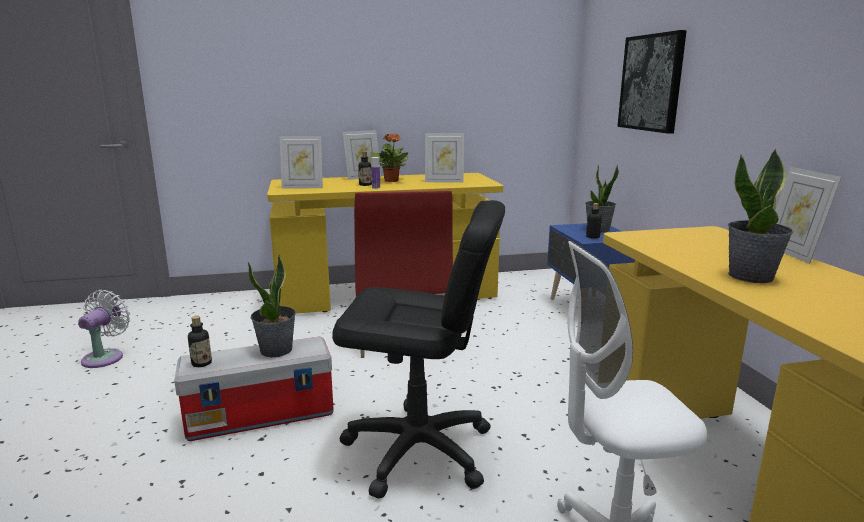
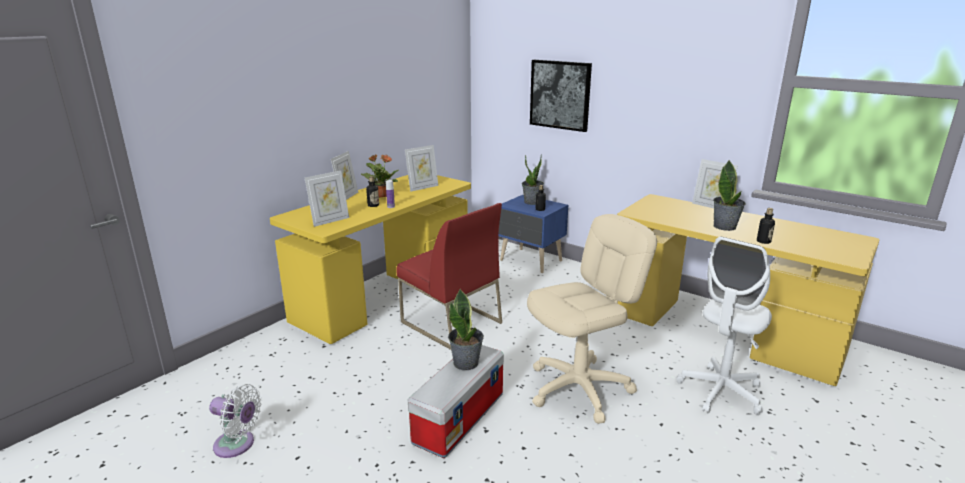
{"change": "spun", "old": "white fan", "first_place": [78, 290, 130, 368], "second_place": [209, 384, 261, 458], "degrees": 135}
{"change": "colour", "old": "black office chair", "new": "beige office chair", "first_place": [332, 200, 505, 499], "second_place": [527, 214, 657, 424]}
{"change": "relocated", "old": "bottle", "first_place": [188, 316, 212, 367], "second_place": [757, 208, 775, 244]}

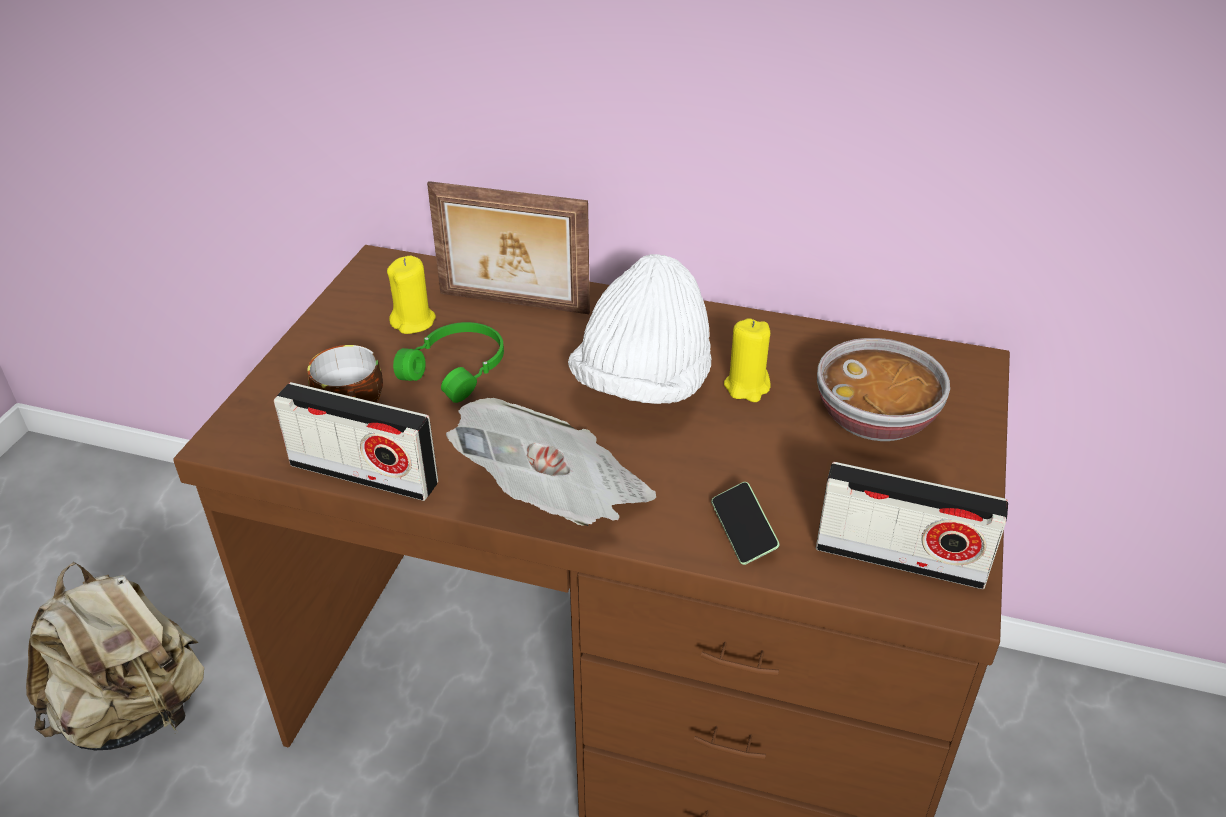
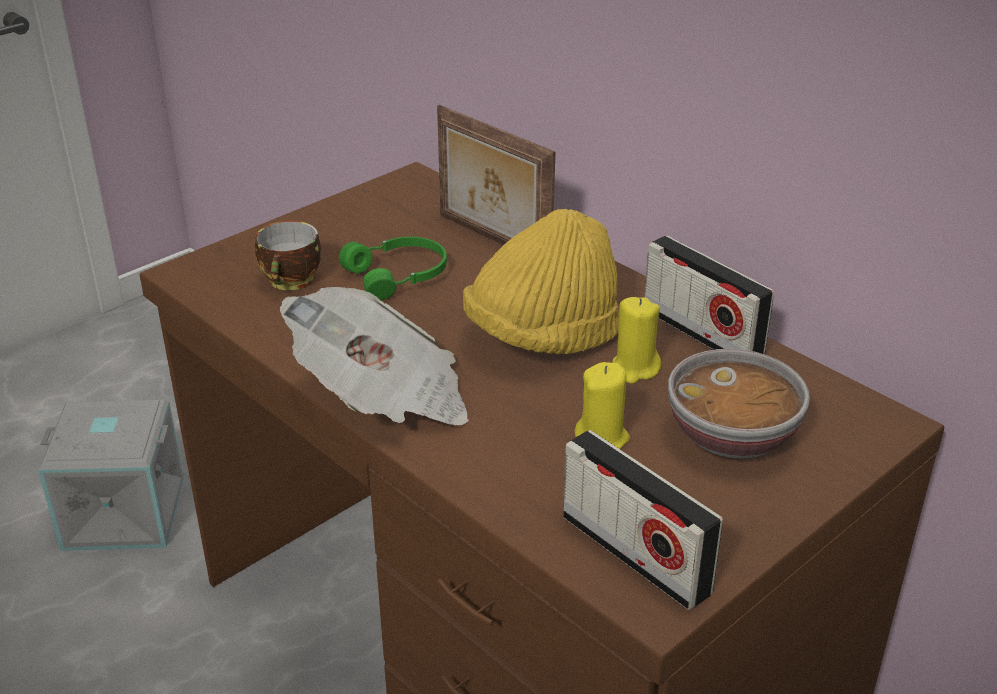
{"change": "exchanged", "old": "beige backpack", "new": "grey storage box", "first_place": [26, 562, 204, 750], "second_place": [38, 400, 184, 551]}
{"change": "colour", "old": "white hat", "new": "yellow hat", "first_place": [568, 254, 711, 404], "second_place": [463, 209, 619, 354]}
{"change": "relocated", "old": "yellow candle", "first_place": [387, 256, 436, 334], "second_place": [575, 362, 630, 449]}
{"change": "relocated", "old": "radio", "first_place": [274, 382, 438, 501], "second_place": [644, 236, 774, 354]}
{"change": "missing", "old": "phone", "first_place": [711, 482, 780, 565]}

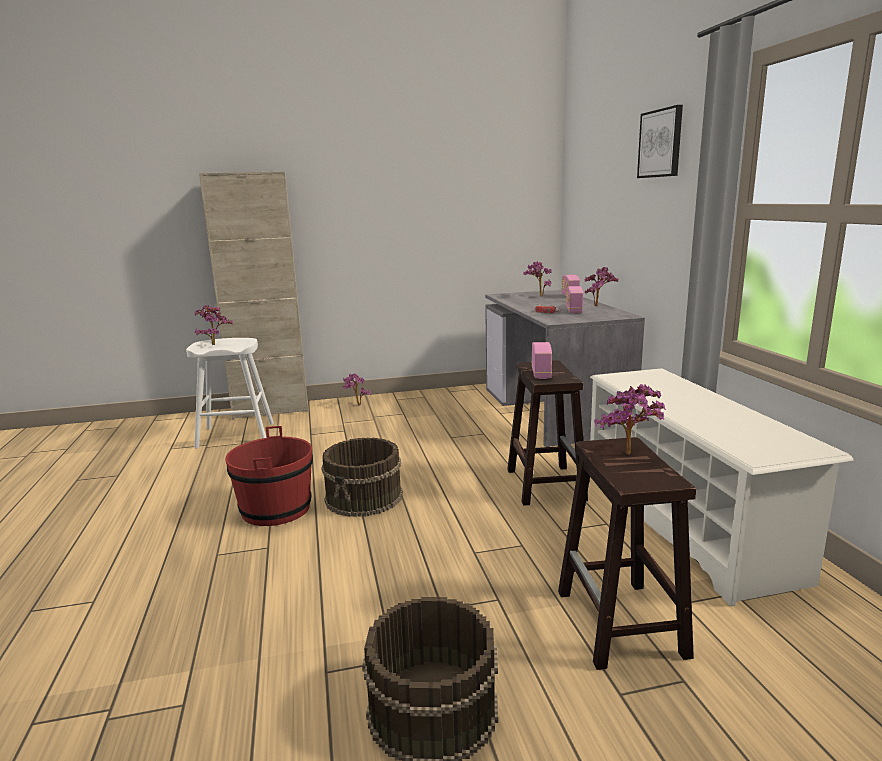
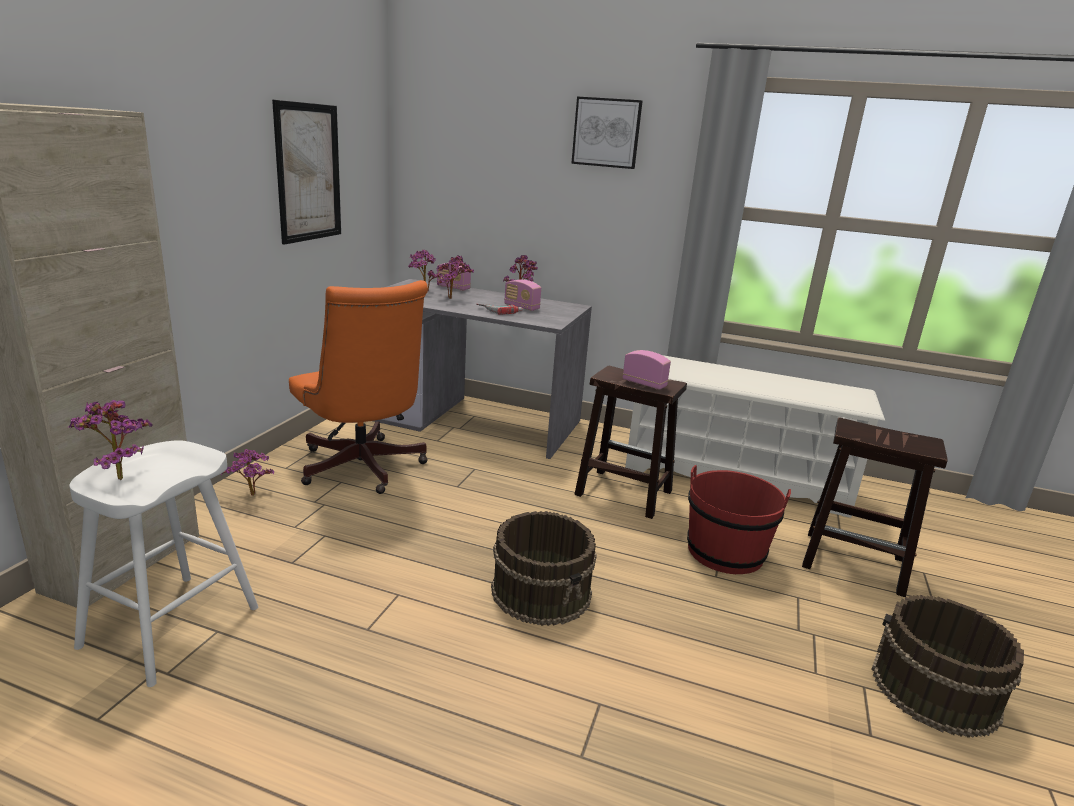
{"change": "appeared", "new": "picture", "second_place": [272, 100, 341, 245]}
{"change": "appeared", "new": "orange office chair", "second_place": [289, 280, 428, 494]}
{"change": "relocated", "old": "potted plant", "first_place": [594, 384, 666, 454], "second_place": [437, 255, 474, 299]}
{"change": "relocated", "old": "red bucket", "first_place": [225, 426, 313, 526], "second_place": [687, 465, 791, 574]}

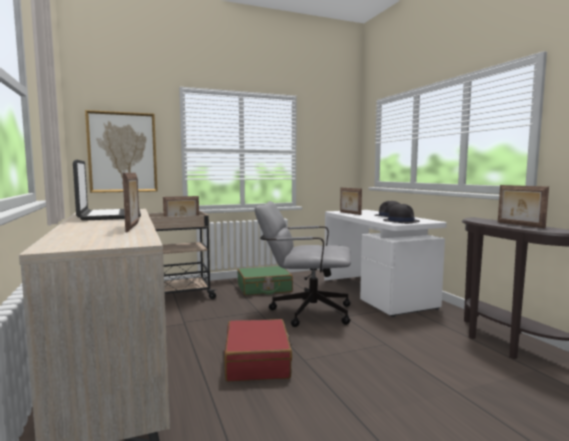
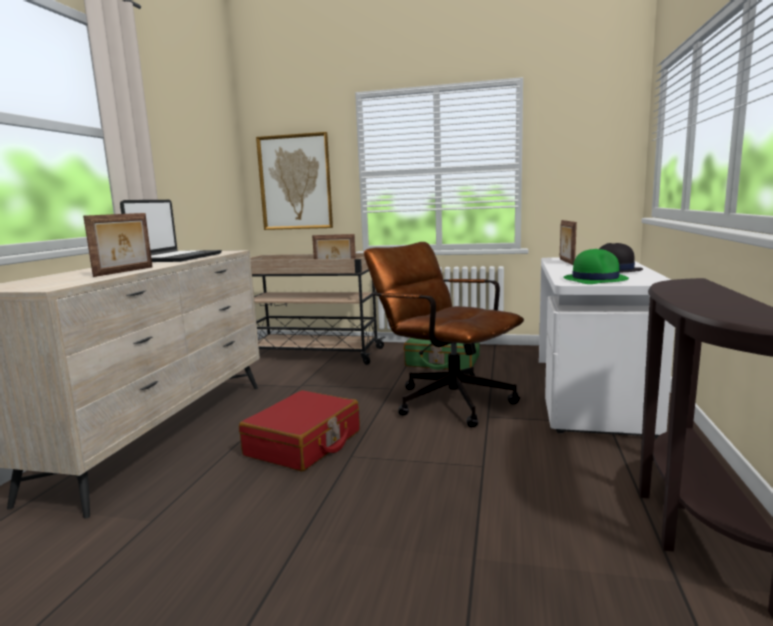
{"change": "colour", "old": "grey office chair", "new": "brown office chair", "first_place": [255, 201, 351, 327], "second_place": [364, 242, 524, 428]}
{"change": "colour", "old": "black hat", "new": "green hat", "first_place": [383, 204, 420, 224], "second_place": [563, 249, 629, 284]}
{"change": "missing", "old": "picture frame", "first_place": [498, 185, 549, 228]}

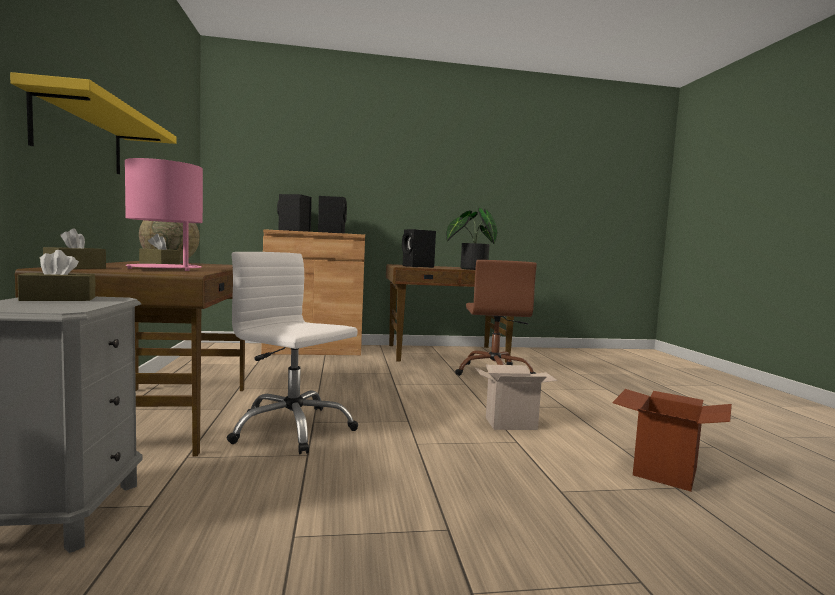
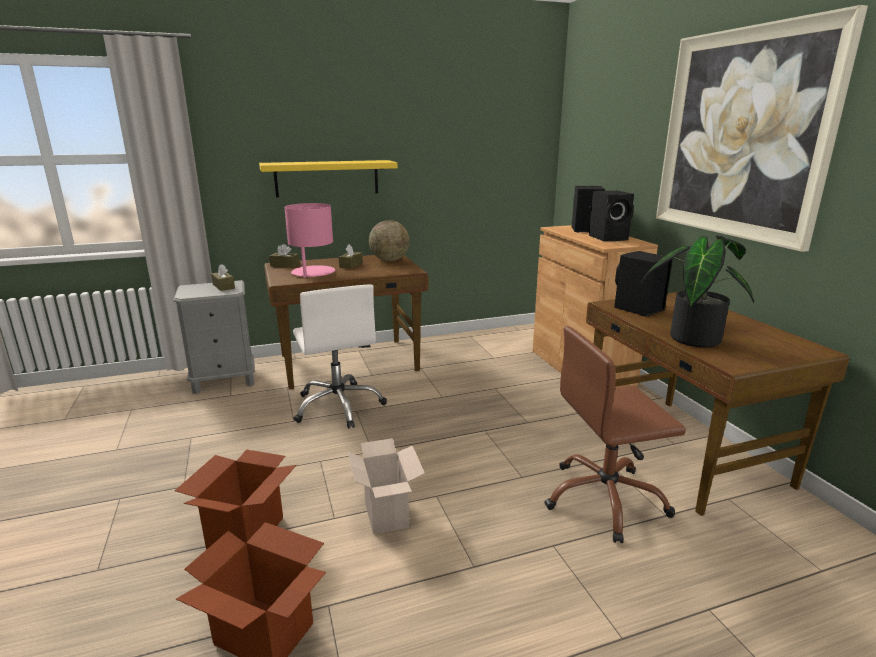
{"change": "appeared", "new": "cardboard box", "second_place": [175, 450, 296, 549]}
{"change": "spun", "old": "white office chair", "first_place": [227, 252, 358, 454], "second_place": [293, 284, 387, 429], "degrees": 135}
{"change": "appeared", "new": "picture", "second_place": [656, 5, 868, 252]}

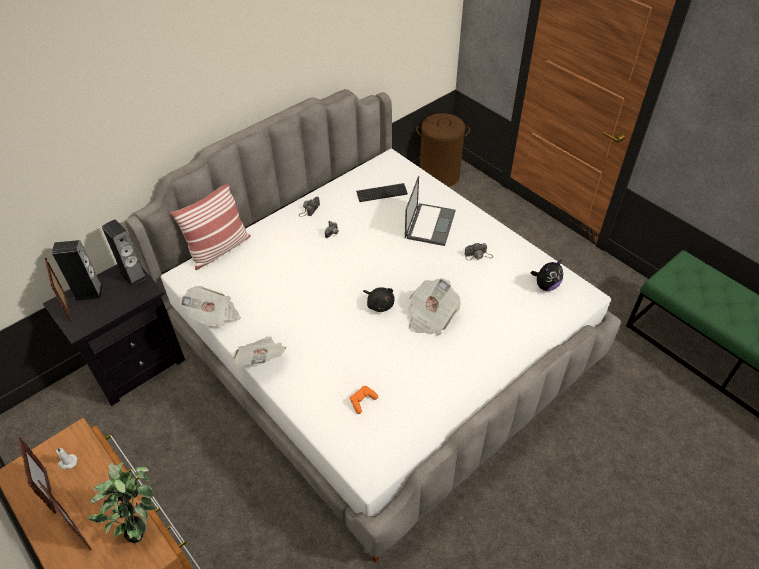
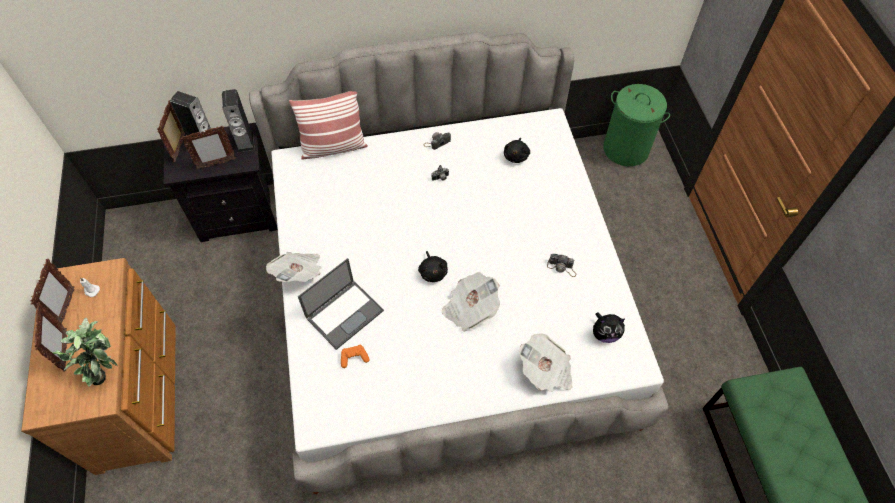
{"change": "appeared", "new": "picture frame", "second_place": [181, 126, 236, 169]}
{"change": "relocated", "old": "laptop", "first_place": [405, 176, 456, 246], "second_place": [298, 258, 384, 350]}
{"change": "exchanged", "old": "keyboard", "new": "black plush toy", "first_place": [356, 183, 408, 202], "second_place": [504, 138, 530, 163]}
{"change": "relocated", "old": "newspaper", "first_place": [179, 286, 241, 327], "second_place": [519, 334, 573, 392]}
{"change": "colour", "old": "brown laundry basket", "new": "green laundry basket", "first_place": [416, 113, 470, 187], "second_place": [603, 84, 670, 166]}

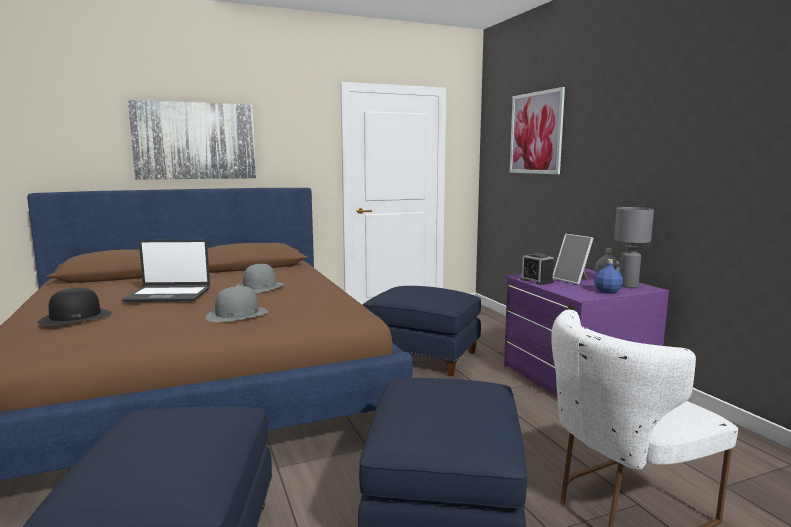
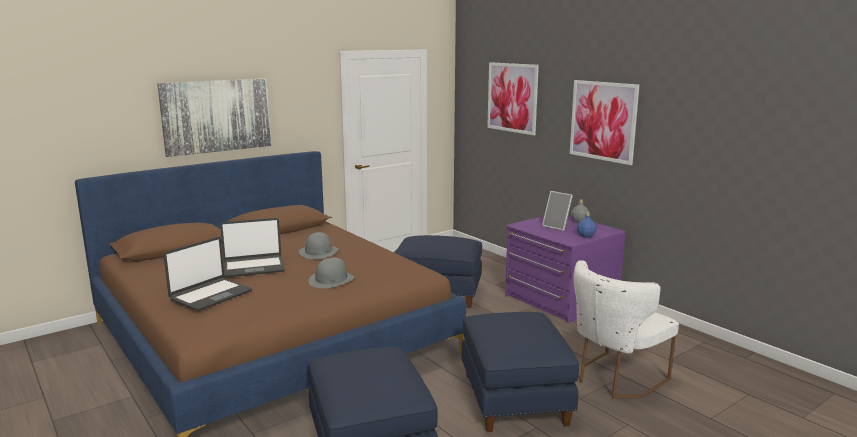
{"change": "exchanged", "old": "black hat", "new": "laptop", "first_place": [38, 288, 112, 326], "second_place": [164, 237, 252, 311]}
{"change": "appeared", "new": "picture", "second_place": [570, 80, 639, 165]}
{"change": "missing", "old": "alarm clock", "first_place": [520, 253, 554, 285]}
{"change": "missing", "old": "grey table lamp", "first_place": [614, 207, 654, 288]}

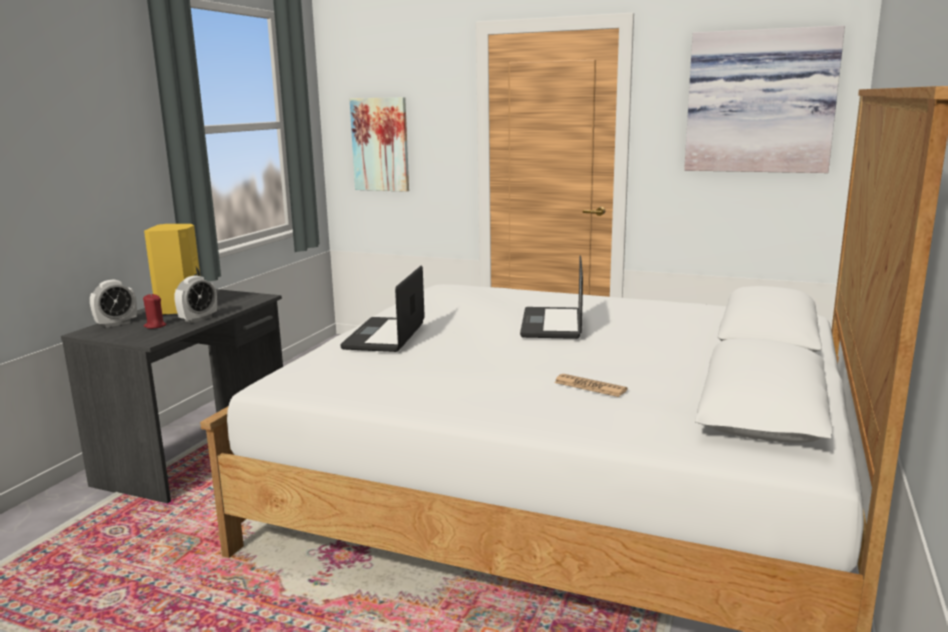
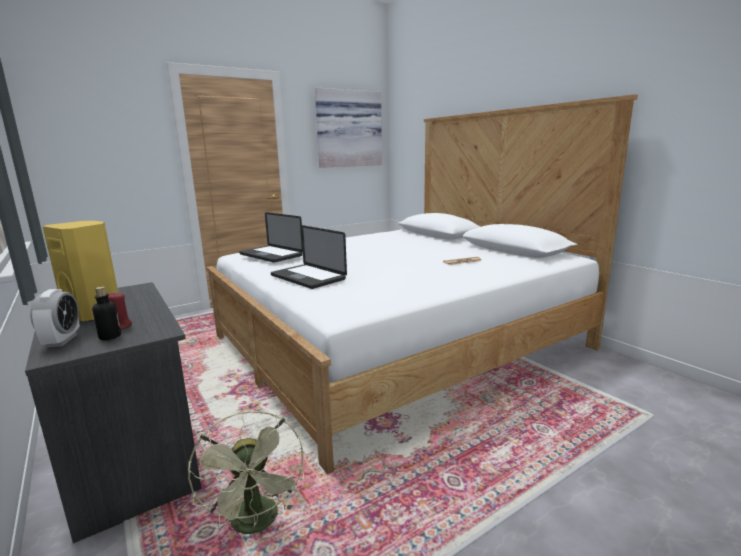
{"change": "appeared", "new": "bottle", "second_place": [92, 287, 121, 340]}
{"change": "appeared", "new": "green fan", "second_place": [188, 411, 304, 534]}
{"change": "relocated", "old": "laptop", "first_place": [520, 256, 583, 339], "second_place": [240, 212, 303, 263]}
{"change": "missing", "old": "alarm clock", "first_place": [175, 275, 217, 323]}
{"change": "missing", "old": "picture", "first_place": [350, 97, 409, 192]}

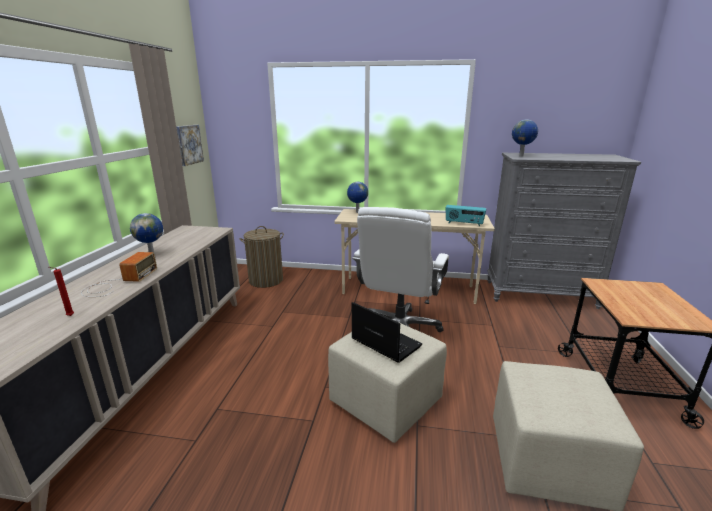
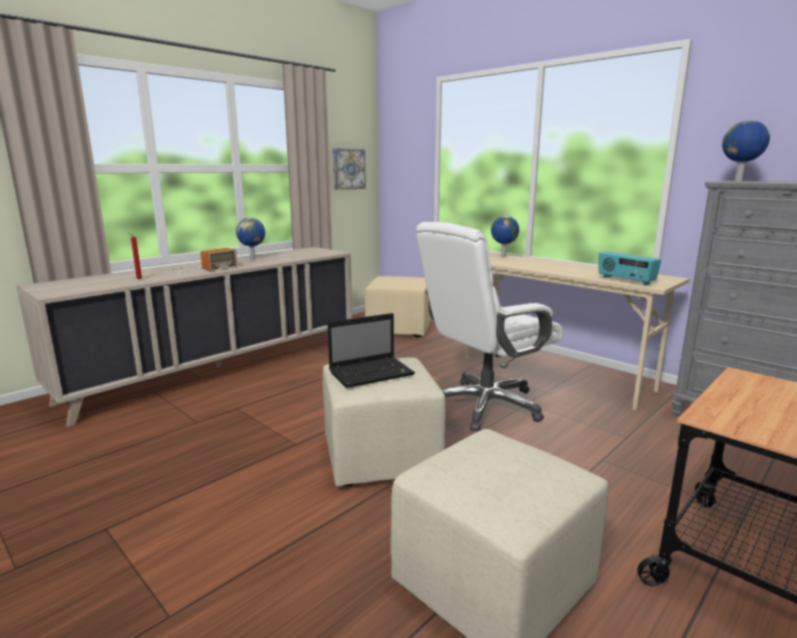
{"change": "spun", "old": "laptop", "first_place": [352, 302, 422, 363], "second_place": [328, 313, 415, 388], "degrees": 75}
{"change": "exchanged", "old": "laundry basket", "new": "beige ottoman", "first_place": [240, 226, 284, 288], "second_place": [364, 276, 431, 337]}

